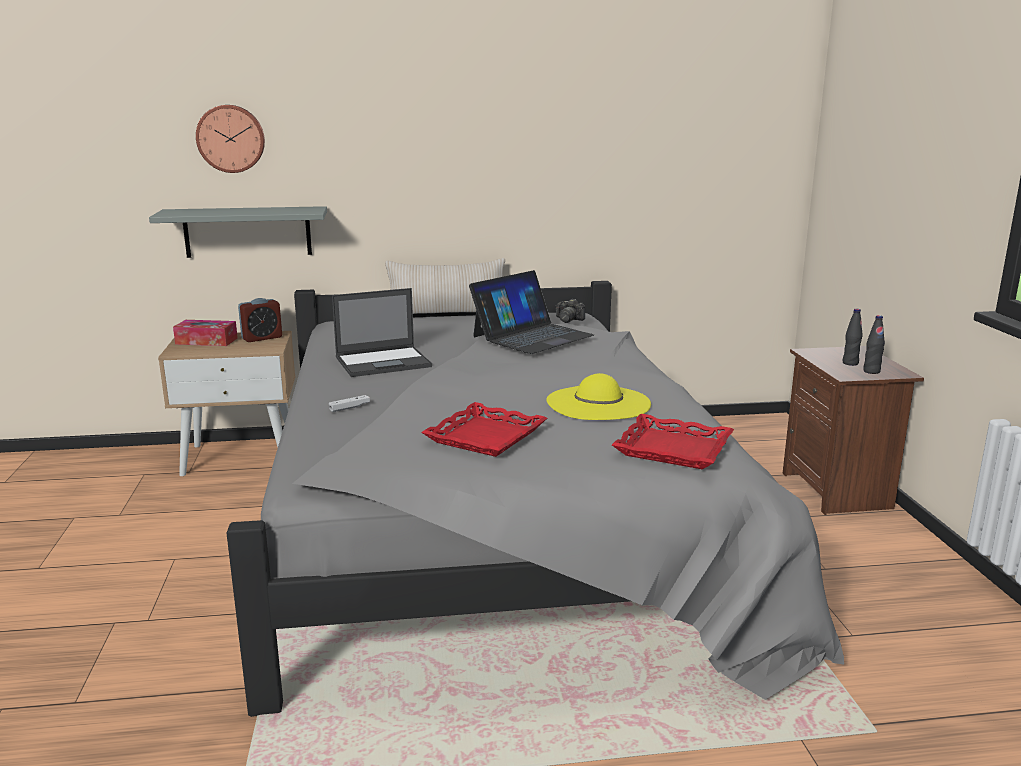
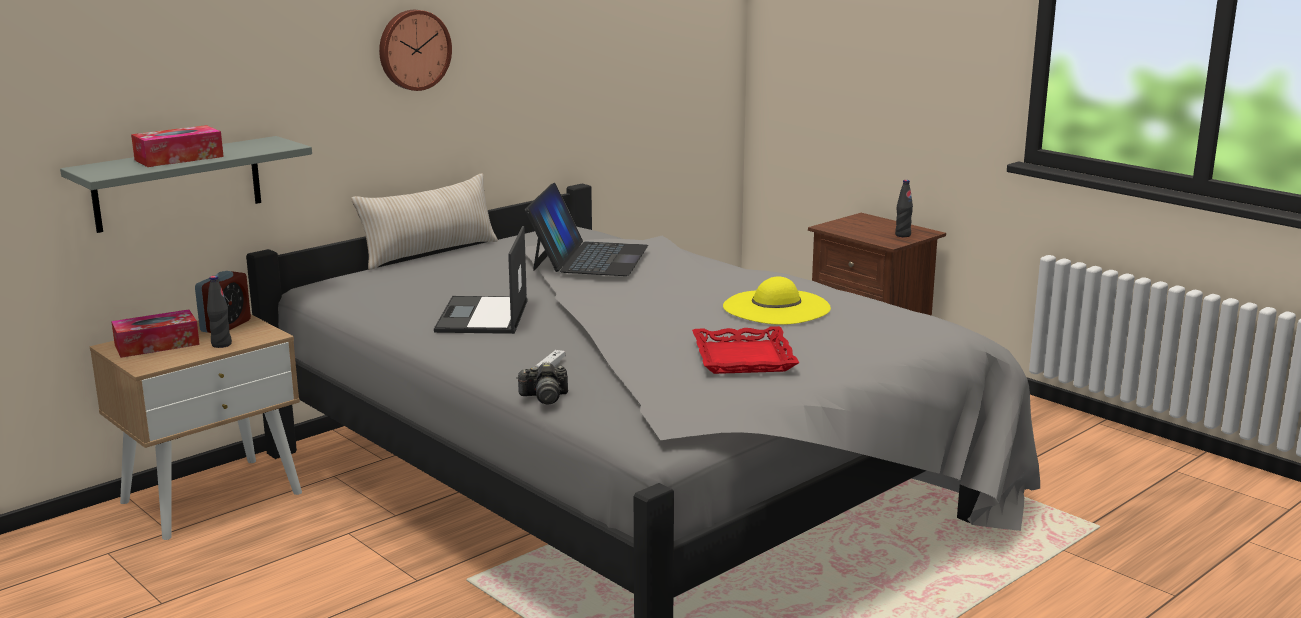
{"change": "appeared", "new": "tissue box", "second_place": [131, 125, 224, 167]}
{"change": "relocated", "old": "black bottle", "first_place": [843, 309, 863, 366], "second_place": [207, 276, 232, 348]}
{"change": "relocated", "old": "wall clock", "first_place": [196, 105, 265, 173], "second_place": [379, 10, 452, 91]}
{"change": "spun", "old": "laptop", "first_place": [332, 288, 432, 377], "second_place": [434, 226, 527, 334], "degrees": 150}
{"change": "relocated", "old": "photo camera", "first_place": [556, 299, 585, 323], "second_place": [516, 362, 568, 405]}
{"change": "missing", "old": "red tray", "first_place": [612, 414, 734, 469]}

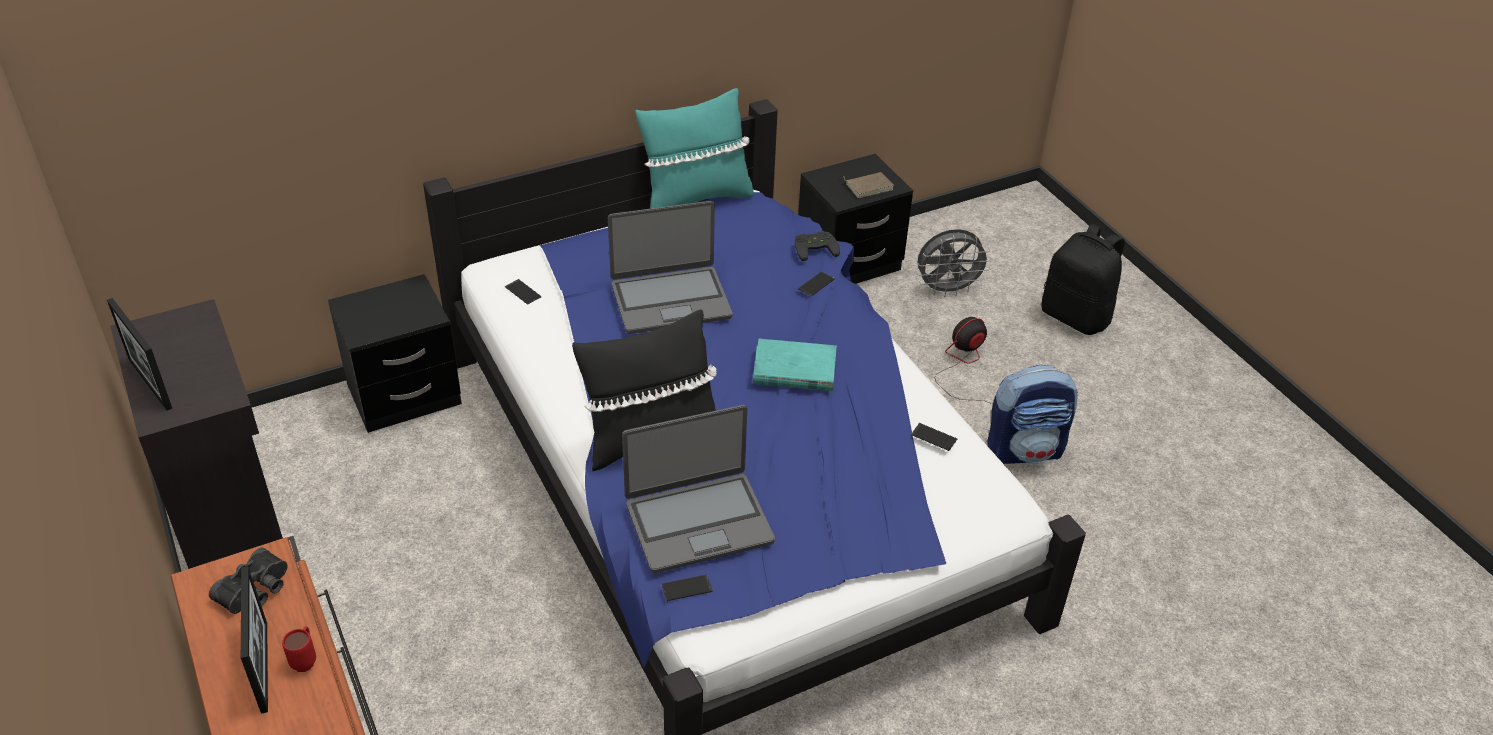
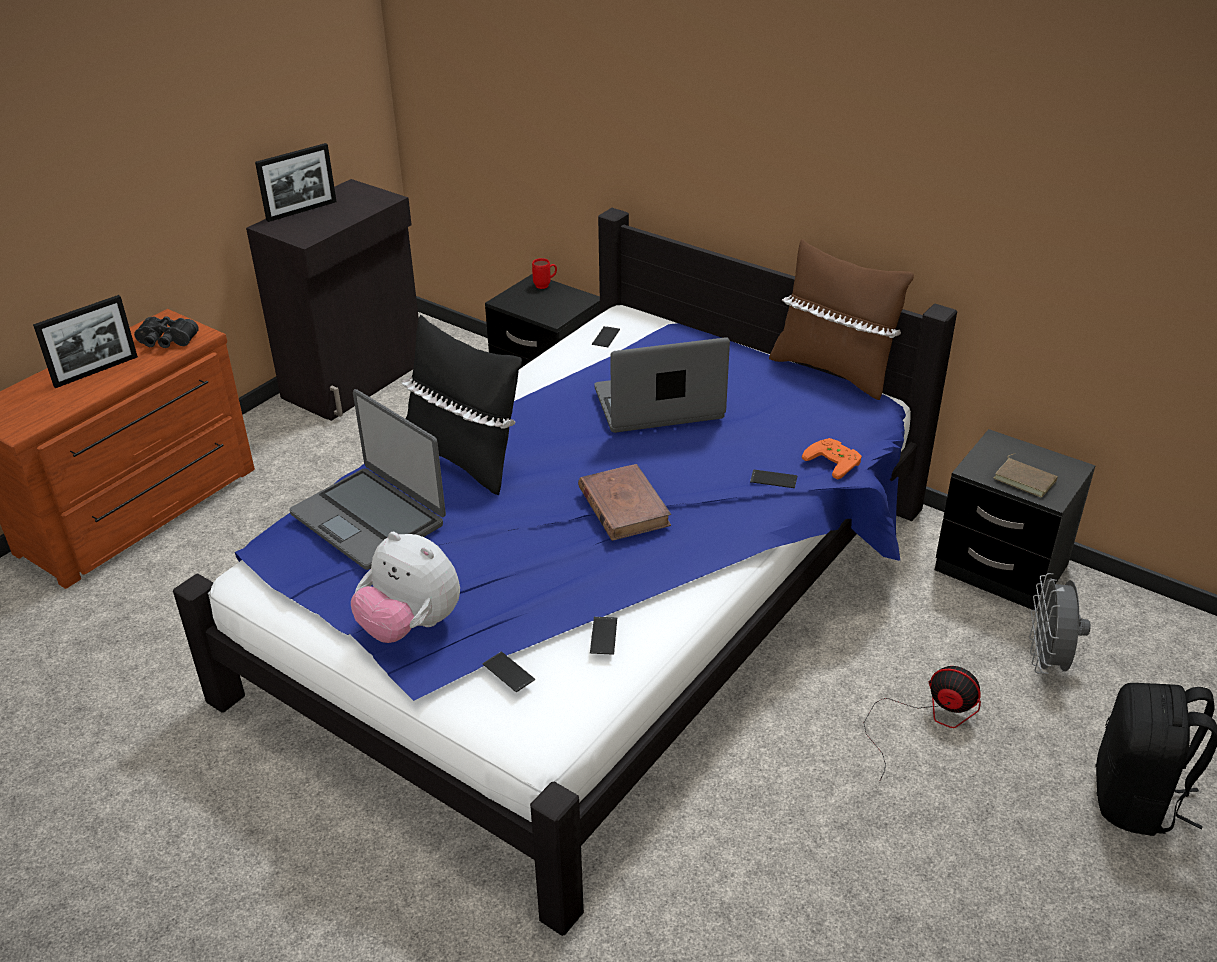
{"change": "spun", "old": "picture frame", "first_place": [107, 298, 172, 411], "second_place": [255, 143, 337, 222], "degrees": -150}
{"change": "appeared", "new": "plush toy", "second_place": [351, 532, 460, 643]}
{"change": "relocated", "old": "phone", "first_place": [661, 574, 713, 601], "second_place": [482, 651, 535, 692]}
{"change": "relocated", "old": "red mug", "first_place": [282, 626, 316, 672], "second_place": [532, 258, 557, 289]}
{"change": "colour", "old": "turquoise book", "new": "brown book", "first_place": [753, 339, 837, 391], "second_place": [578, 464, 671, 541]}
{"change": "spun", "old": "laptop", "first_place": [608, 201, 732, 334], "second_place": [595, 337, 730, 433], "degrees": 120}
{"change": "colour", "old": "turquoise pillow", "new": "brown pillow", "first_place": [635, 88, 754, 209], "second_place": [769, 239, 914, 400]}
{"change": "colour", "old": "black game controller", "new": "orange game controller", "first_place": [795, 232, 840, 261], "second_place": [802, 438, 862, 479]}
{"change": "spun", "old": "grey fan", "first_place": [916, 229, 992, 297], "second_place": [1029, 573, 1091, 674], "degrees": 45}
{"change": "missing", "old": "backpack", "first_place": [987, 365, 1078, 464]}

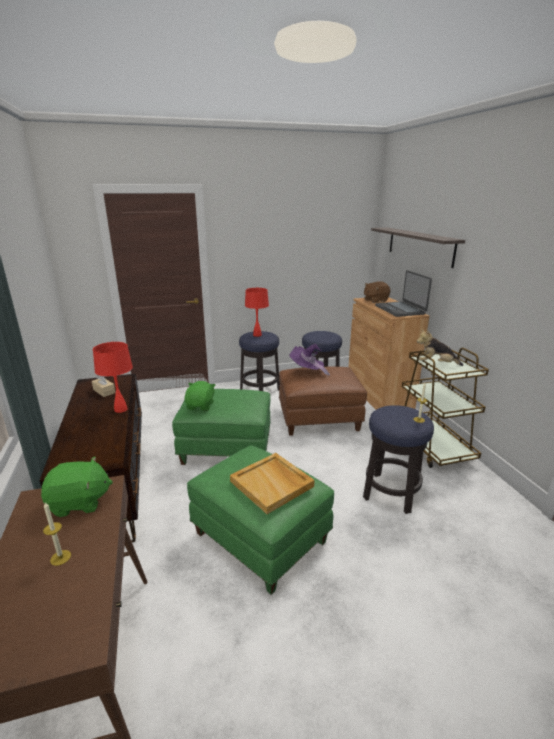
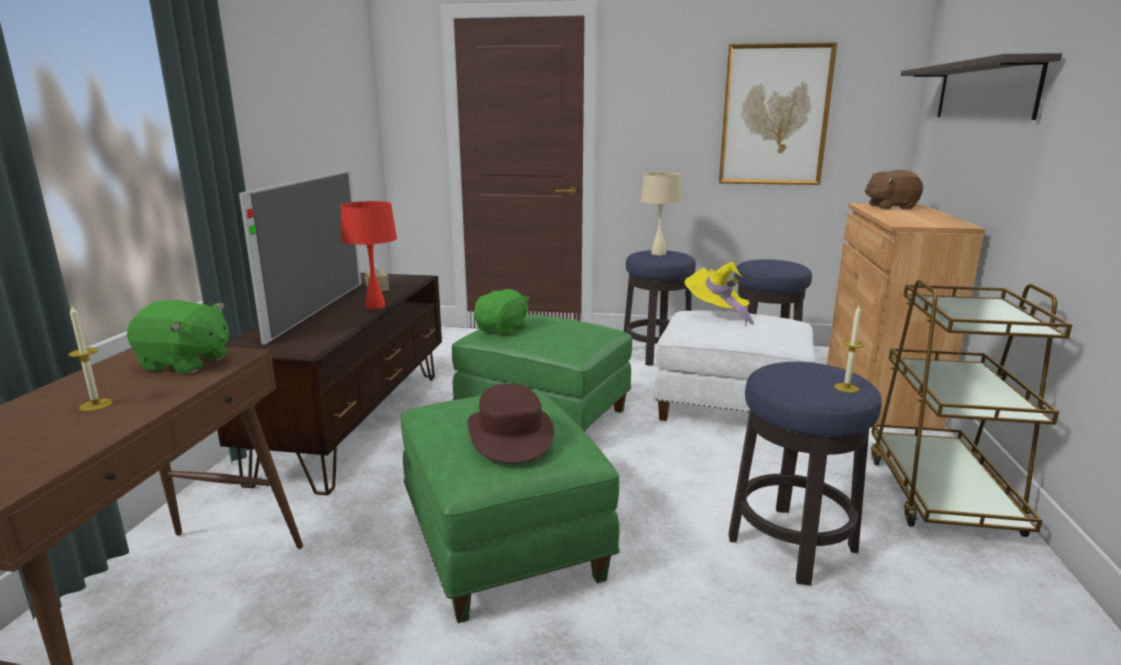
{"change": "appeared", "new": "television", "second_place": [239, 170, 361, 344]}
{"change": "exchanged", "old": "beige tray", "new": "brown hat", "first_place": [230, 453, 314, 514], "second_place": [468, 384, 554, 463]}
{"change": "colour", "old": "red table lamp", "new": "beige table lamp", "first_place": [245, 288, 269, 337], "second_place": [640, 171, 682, 255]}
{"change": "colour", "old": "brown ottoman", "new": "white ottoman", "first_place": [279, 366, 367, 436], "second_place": [654, 311, 815, 421]}
{"change": "colour", "old": "purple hat", "new": "yellow hat", "first_place": [289, 344, 330, 378], "second_place": [684, 262, 754, 326]}
{"change": "appeared", "new": "picture", "second_place": [719, 42, 837, 185]}
{"change": "missing", "old": "laptop", "first_place": [375, 270, 432, 317]}
{"change": "missing", "old": "plush toy", "first_place": [417, 329, 463, 366]}

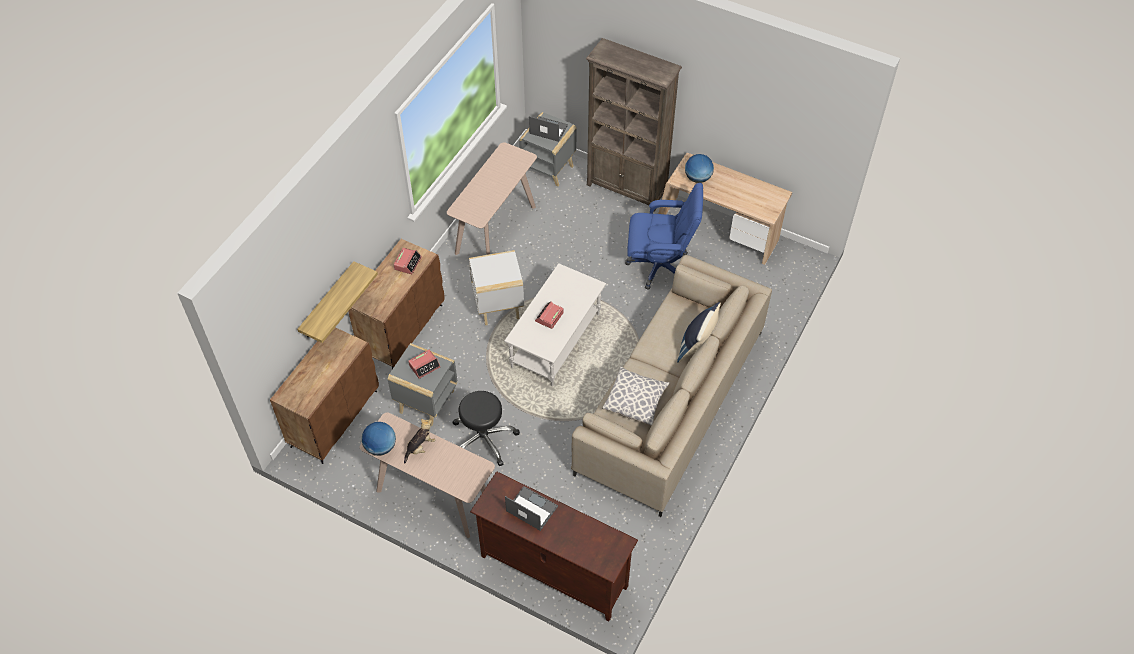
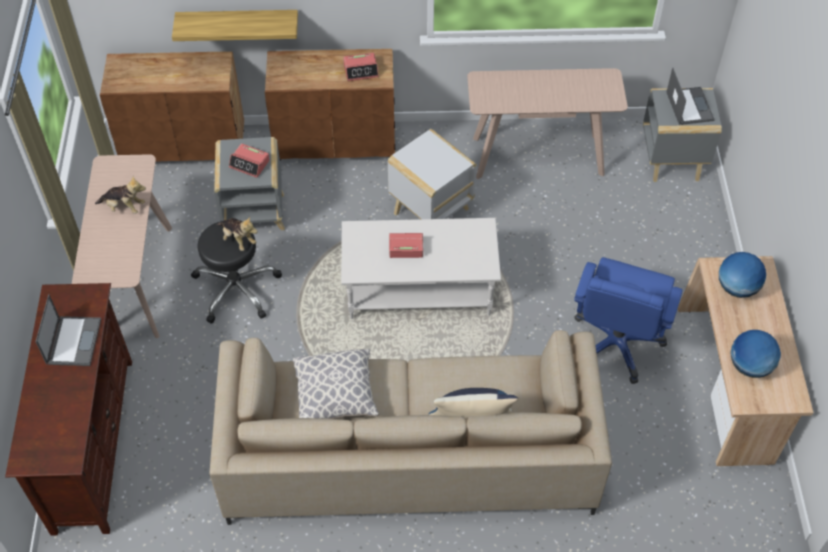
{"change": "appeared", "new": "plush toy", "second_place": [217, 217, 258, 251]}
{"change": "spun", "old": "blue office chair", "first_place": [625, 183, 703, 289], "second_place": [574, 257, 683, 384], "degrees": 45}
{"change": "relocated", "old": "globe", "first_place": [362, 422, 396, 456], "second_place": [730, 330, 781, 378]}
{"change": "missing", "old": "brown bookcase", "first_place": [586, 38, 682, 212]}

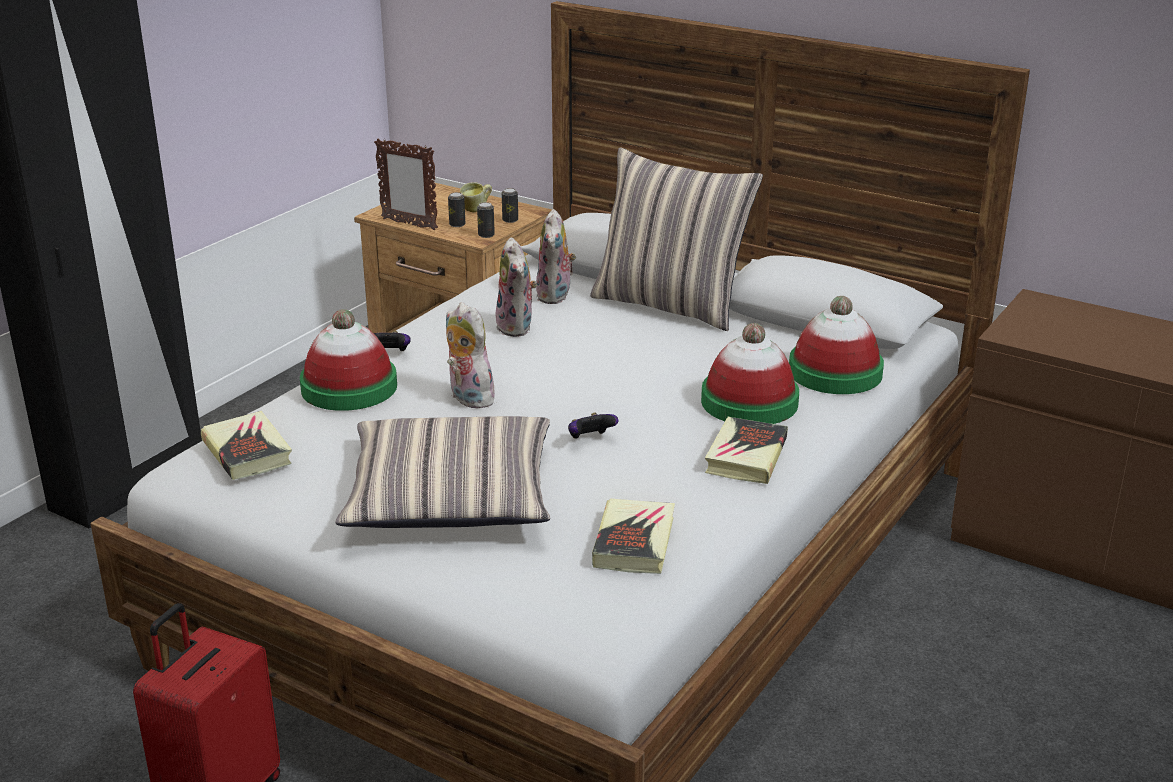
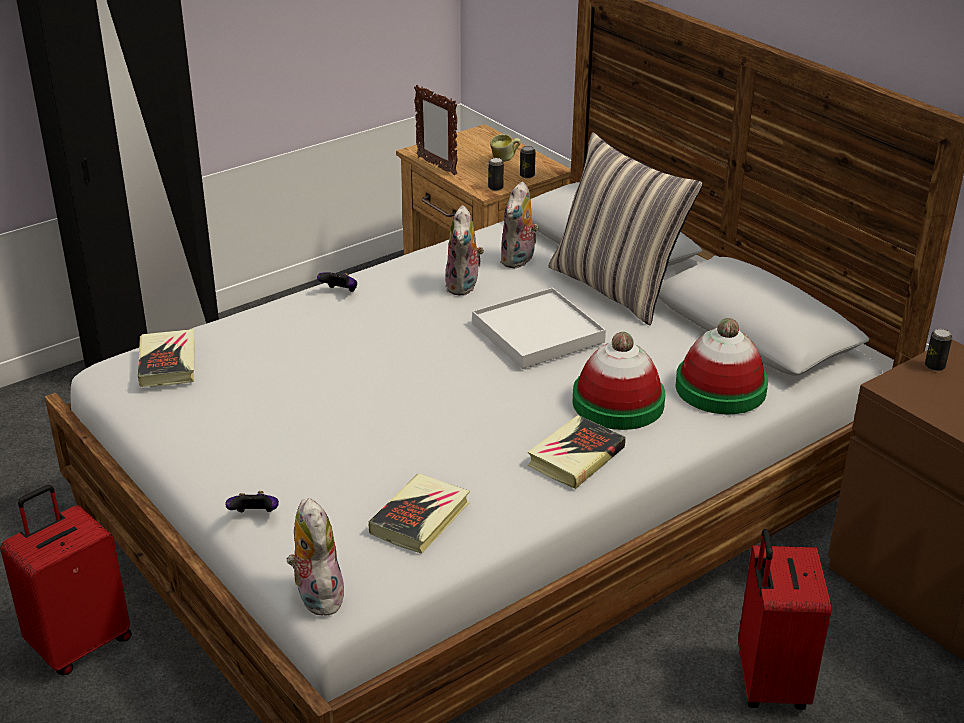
{"change": "relocated", "old": "game controller", "first_place": [568, 413, 619, 439], "second_place": [225, 491, 279, 512]}
{"change": "relocated", "old": "plush toy", "first_place": [446, 302, 498, 409], "second_place": [286, 498, 347, 615]}
{"change": "appeared", "new": "white tray", "second_place": [472, 287, 606, 369]}
{"change": "appeared", "new": "red suitcase", "second_place": [738, 529, 831, 710]}
{"change": "relocated", "old": "can", "first_place": [448, 192, 465, 227], "second_place": [925, 329, 952, 371]}
{"change": "missing", "old": "hat", "first_place": [300, 309, 397, 411]}
{"change": "missing", "old": "pillow", "first_place": [336, 416, 550, 528]}

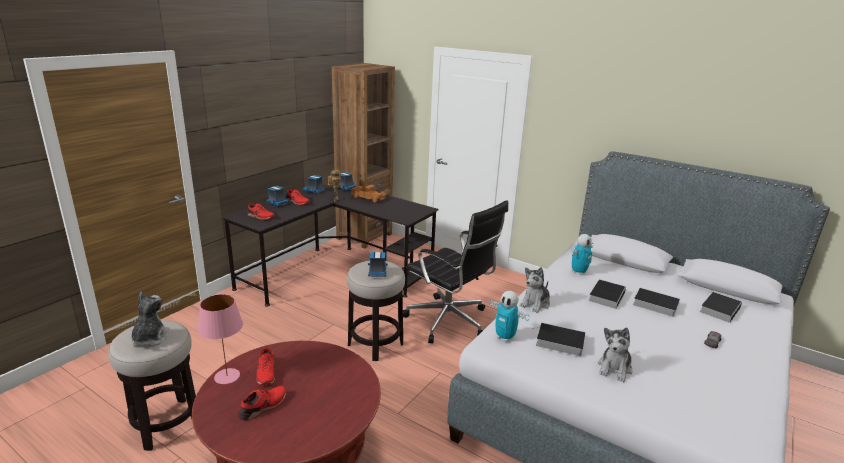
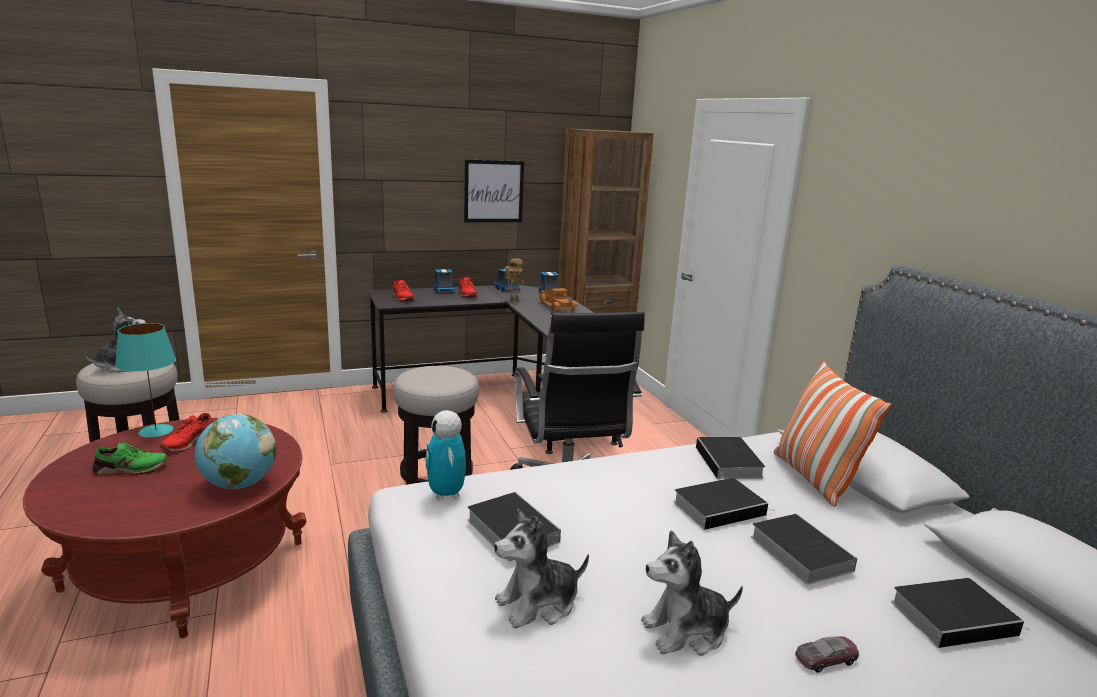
{"change": "colour", "old": "red shoe", "new": "green shoe", "first_place": [238, 386, 286, 421], "second_place": [92, 442, 168, 475]}
{"change": "colour", "old": "pink table lamp", "new": "turquoise table lamp", "first_place": [198, 294, 243, 384], "second_place": [115, 323, 176, 438]}
{"change": "appeared", "new": "globe", "second_place": [195, 414, 276, 489]}
{"change": "appeared", "new": "picture", "second_place": [464, 160, 524, 222]}
{"change": "relocated", "old": "plush toy", "first_place": [520, 267, 550, 313], "second_place": [641, 530, 743, 656]}
{"change": "exchanged", "old": "toy robot", "new": "book", "first_place": [572, 234, 593, 275], "second_place": [696, 437, 765, 479]}
{"change": "appeared", "new": "pillow", "second_place": [774, 361, 892, 507]}
{"change": "missing", "old": "toy truck", "first_place": [368, 252, 388, 277]}

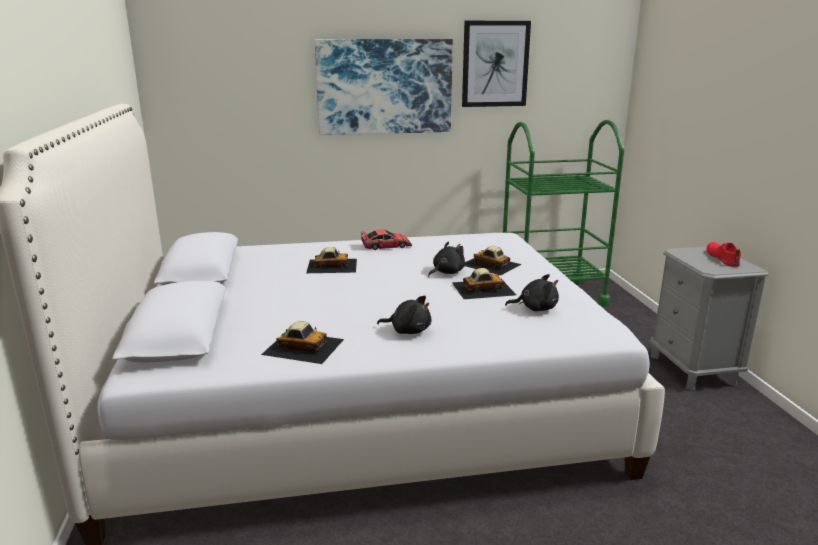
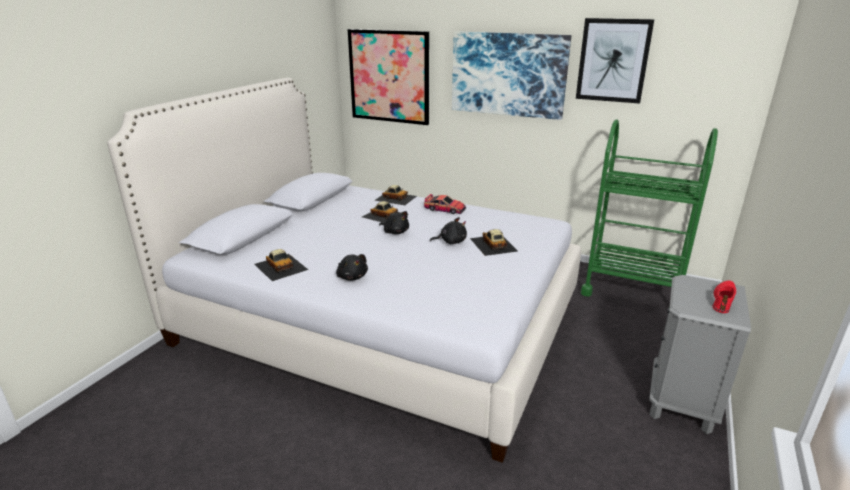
{"change": "appeared", "new": "picture", "second_place": [348, 29, 429, 125]}
{"change": "relocated", "old": "toy car", "first_place": [452, 268, 516, 299], "second_place": [374, 185, 417, 205]}
{"change": "relocated", "old": "black plush toy", "first_place": [505, 274, 559, 311], "second_place": [379, 211, 409, 234]}

